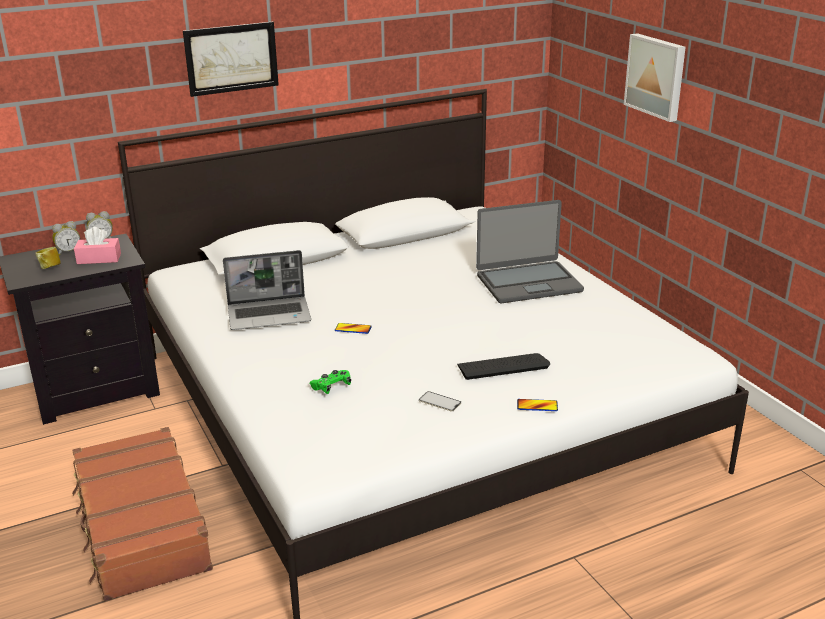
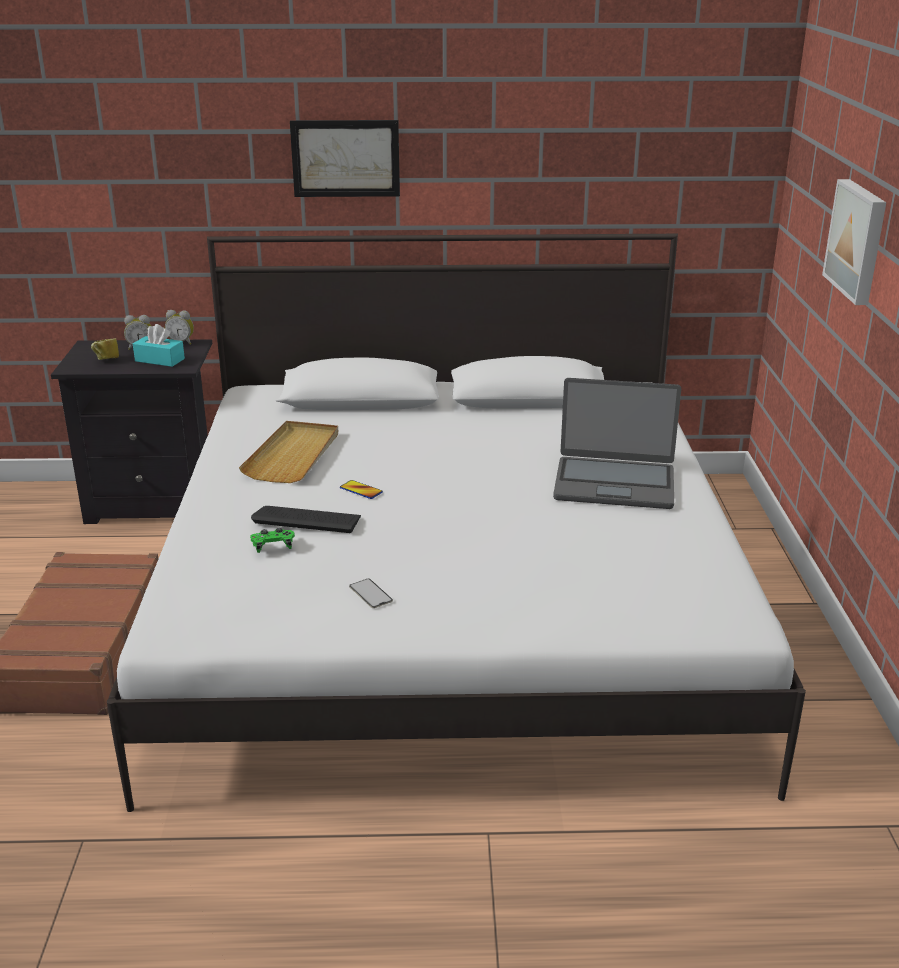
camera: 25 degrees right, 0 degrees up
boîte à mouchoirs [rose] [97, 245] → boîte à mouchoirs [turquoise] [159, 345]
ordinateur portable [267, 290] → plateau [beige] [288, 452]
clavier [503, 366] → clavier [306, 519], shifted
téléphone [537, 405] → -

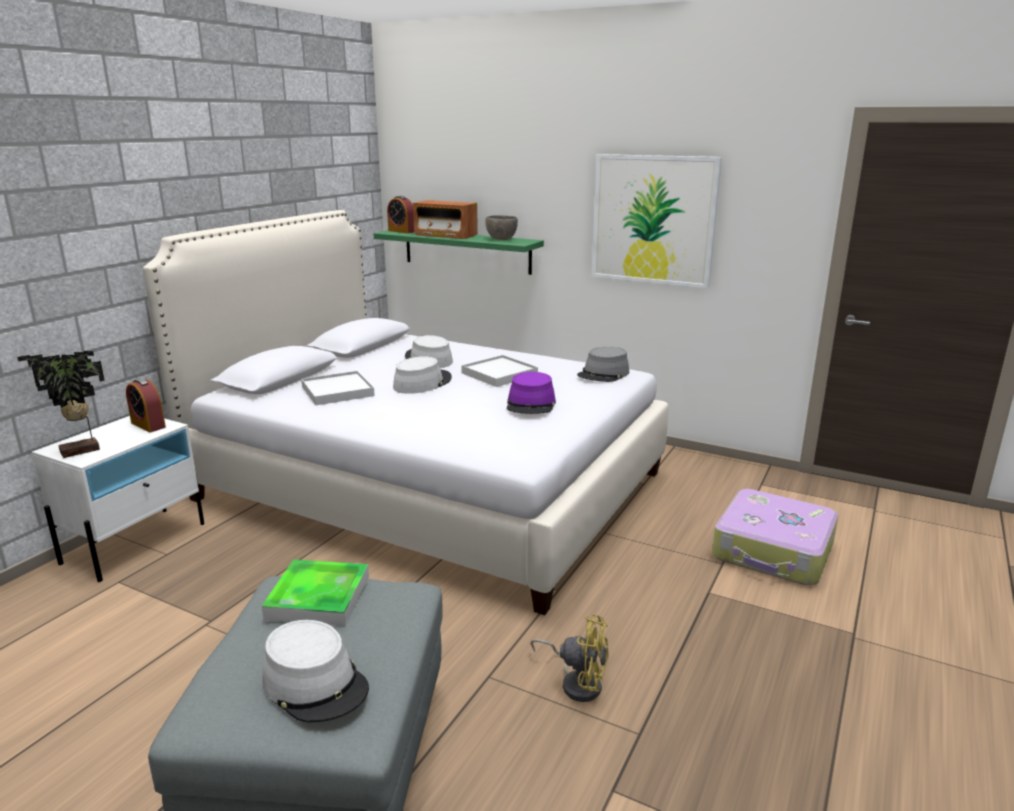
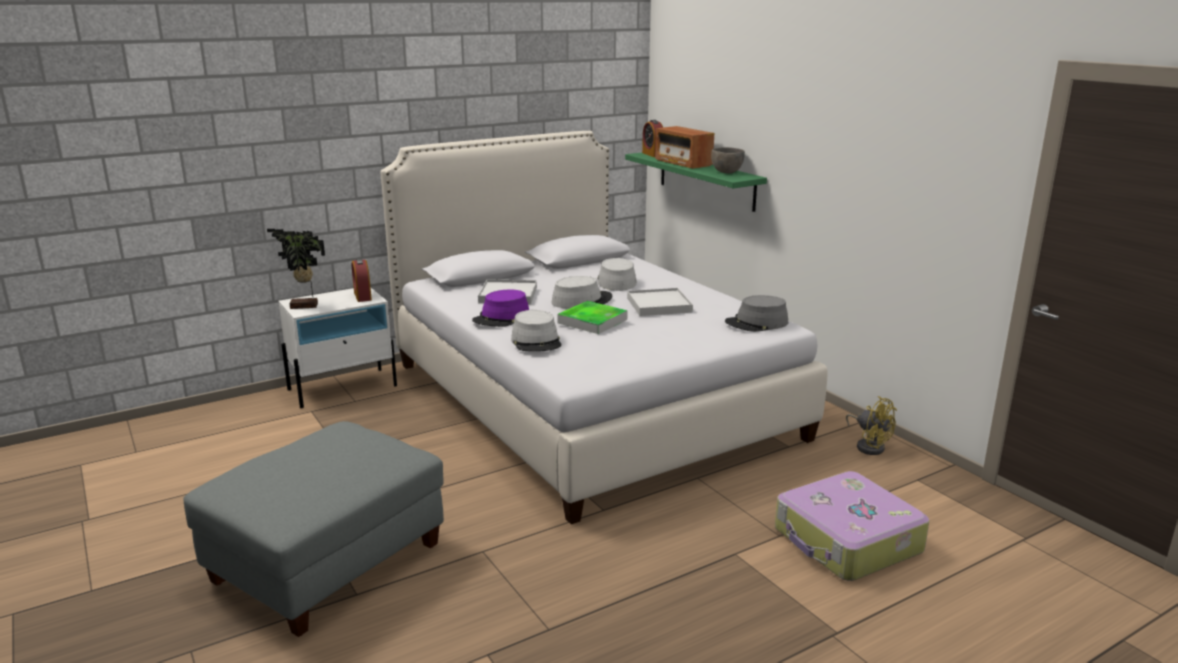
camera: 30 degrees right, 0 degrees up
chapeau [violet] [531, 393] → chapeau [violet] [500, 308], shifted
chapeau [gris] [315, 671] → chapeau [gris] [536, 331], shifted
plateau [315, 593] → plateau [592, 317], shifted
ventilateur [jaune] [569, 658] → ventilateur [jaune] [871, 425], shifted
tableau [657, 221] → -

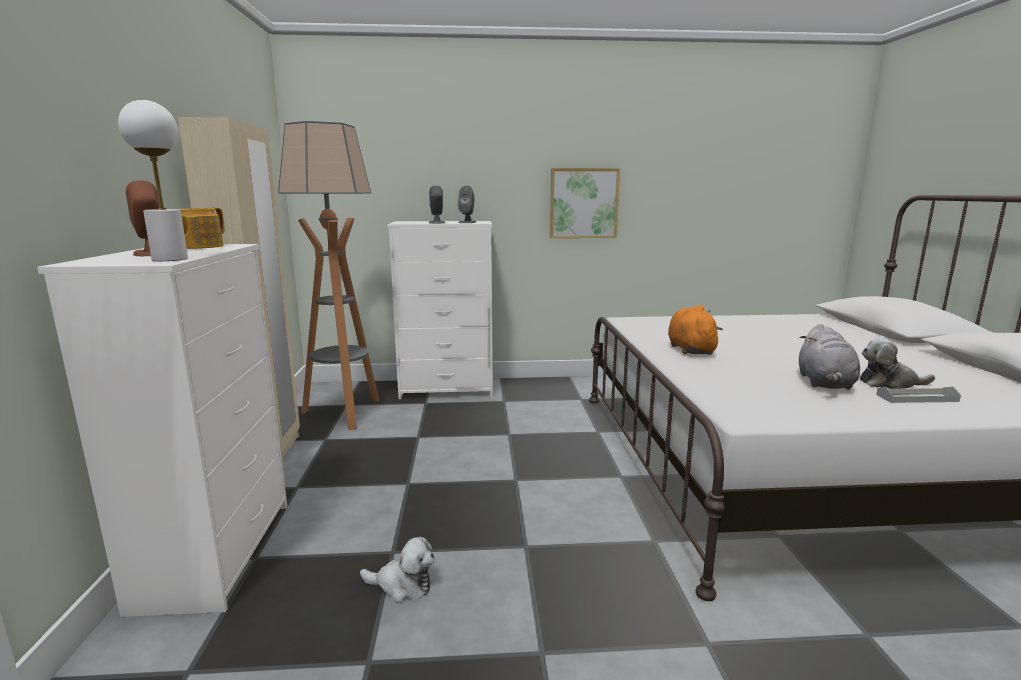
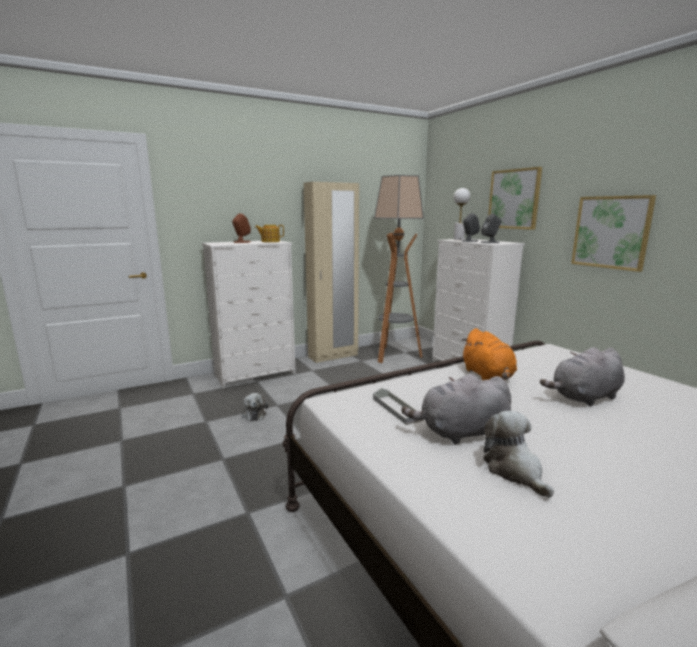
camera: 65 degrees right, 0 degrees up
plateau [gris] [918, 394] → plateau [gris] [398, 406], shifted
lampe de table [blanc] [153, 180] → lampe de table [blanc] [462, 214], shifted
peluche [orange] [695, 330] → peluche [orange] [489, 354], 105 degrees clockwise
- → tableau [515, 198]
- → peluche [gris] [582, 376]

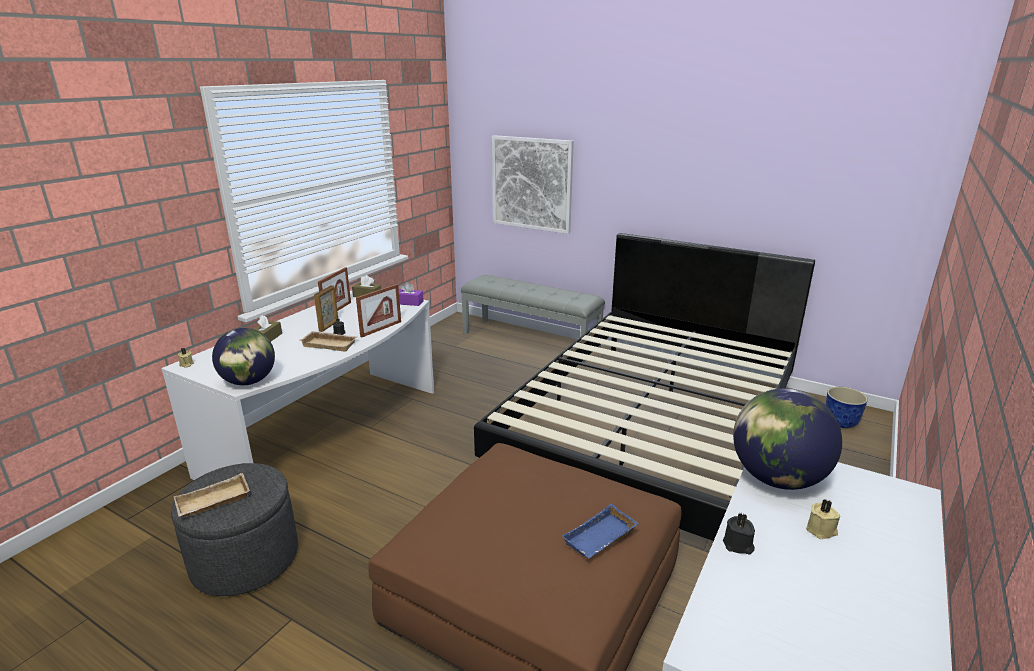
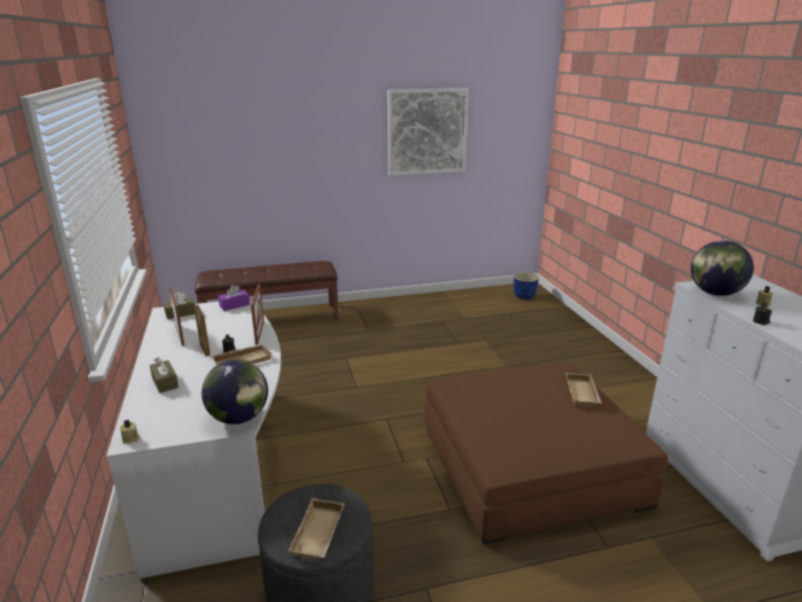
camera: 45 degrees left, 0 degrees up
banc [gris] [532, 319] → banc [marron] [267, 290]
tableau [533, 184] → tableau [428, 132], shifted
plateau [bleu] [600, 531] → plateau [beige] [583, 389]
lit [noir] [644, 388] → -

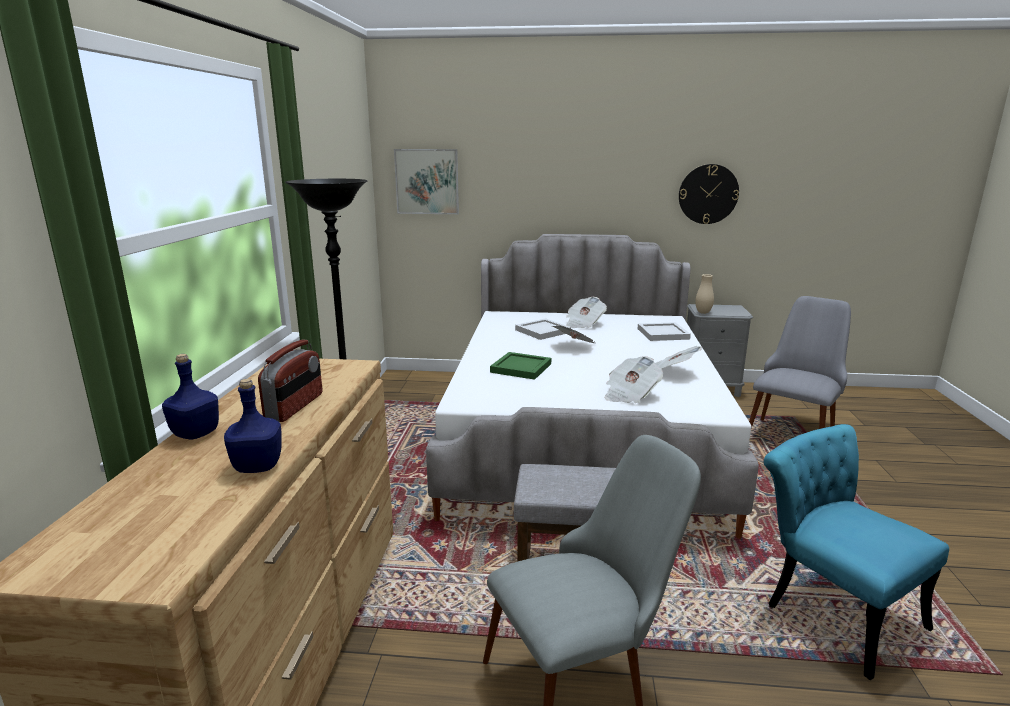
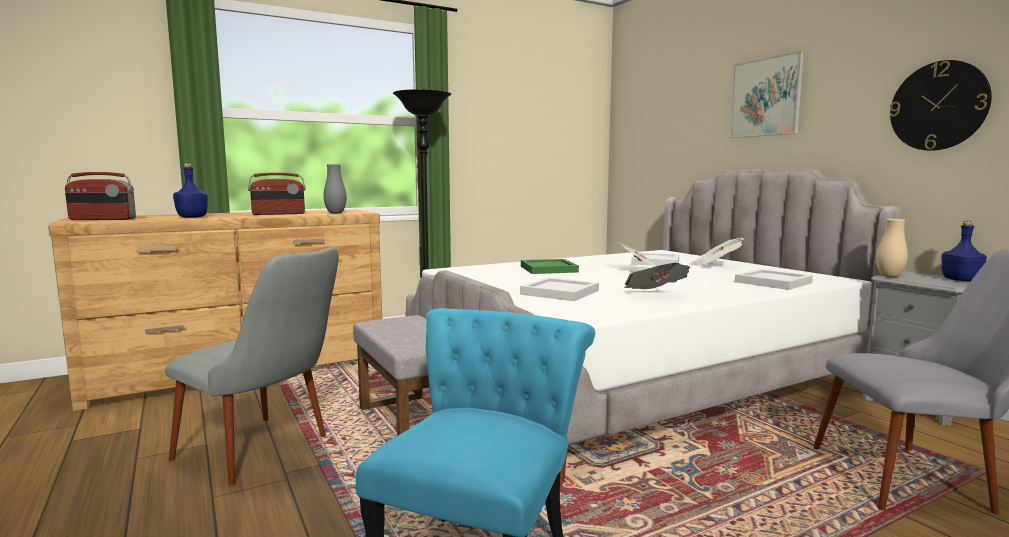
camera: 55 degrees right, 10 degrees down
- → radio [100, 196]
- → vase [gris] [335, 189]
journal [634, 379] → plateau [blanc] [559, 289]
tableau [426, 181] → tableau [766, 94], shifted
bouteille [bleu] [190, 396] → bouteille [bleu] [964, 251], shifted

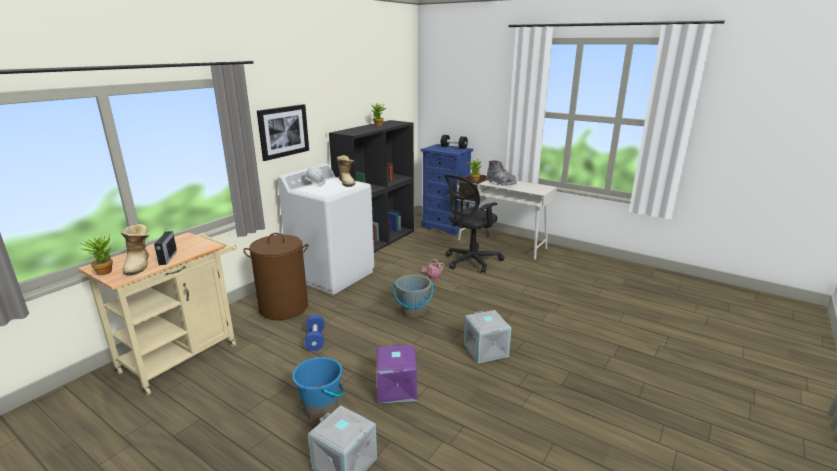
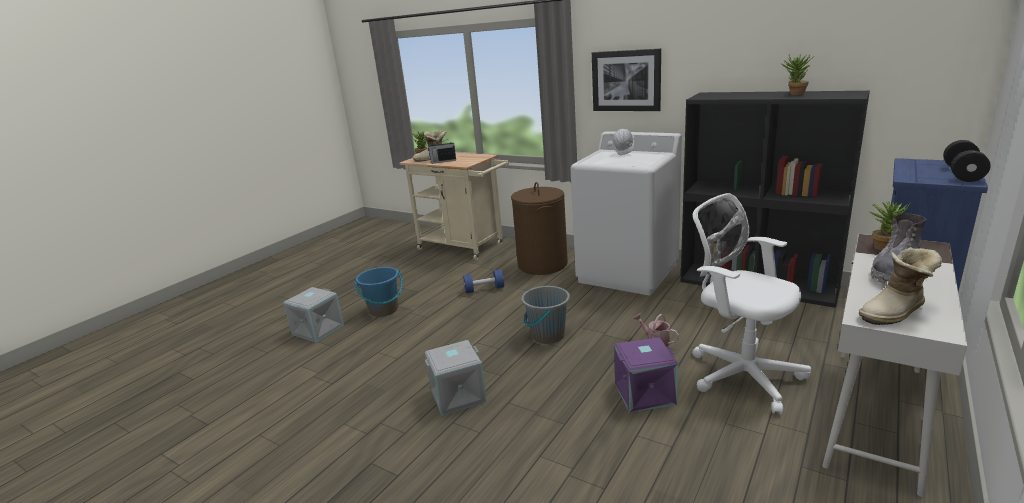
camera: 90 degrees right, 0 degrees up
boîte de rangement [violet] [397, 373] → boîte de rangement [violet] [646, 374], shifted
chaise de bureau [noir] [475, 223] → chaise de bureau [blanc] [751, 304]
botte [346, 171] → botte [900, 286], shifted

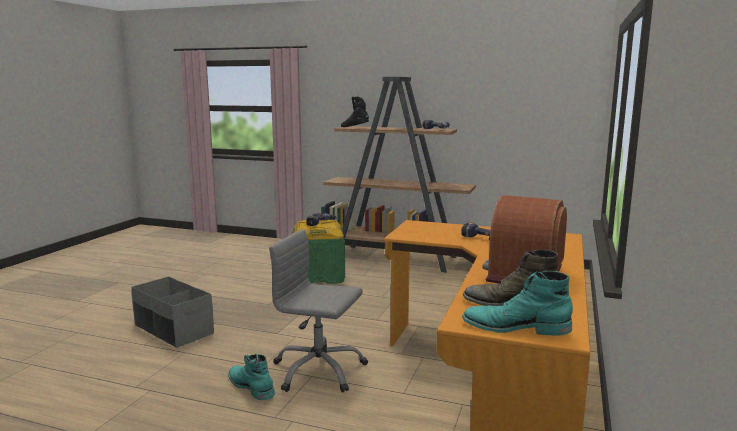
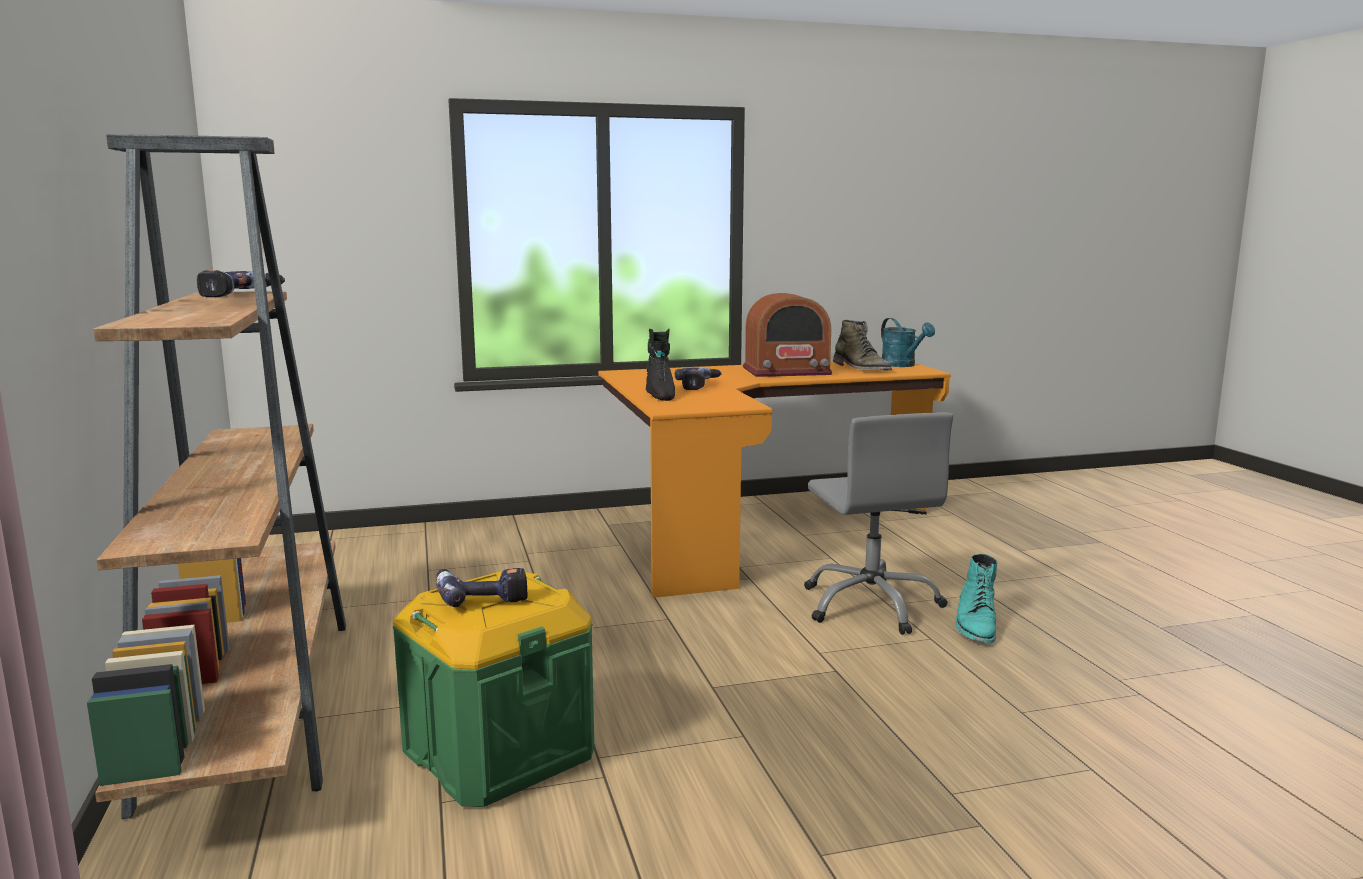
camera: 125 degrees left, 0 degrees up
botte [noir] [355, 112] → botte [noir] [660, 365], shifted
botte [turquoise] [517, 303] → arrosoir [turquoise] [908, 342]
boîte de rangement [gris] [172, 312] → -

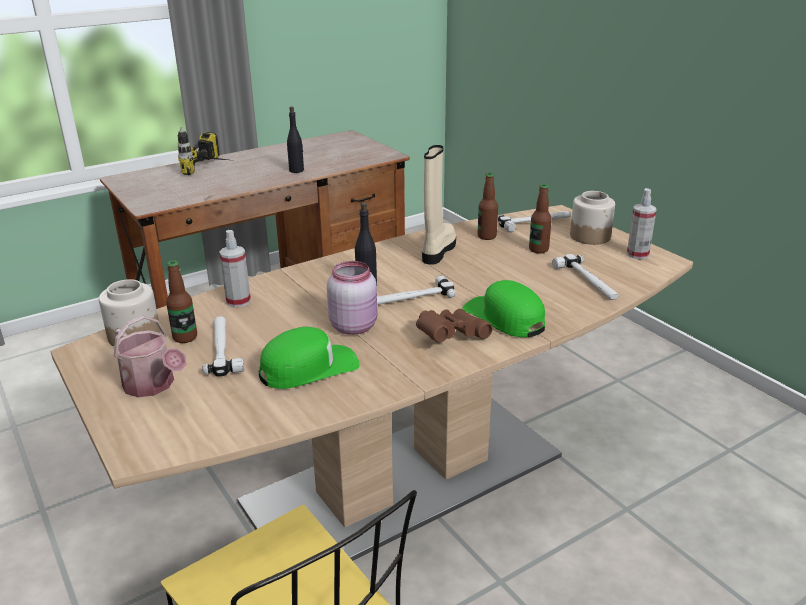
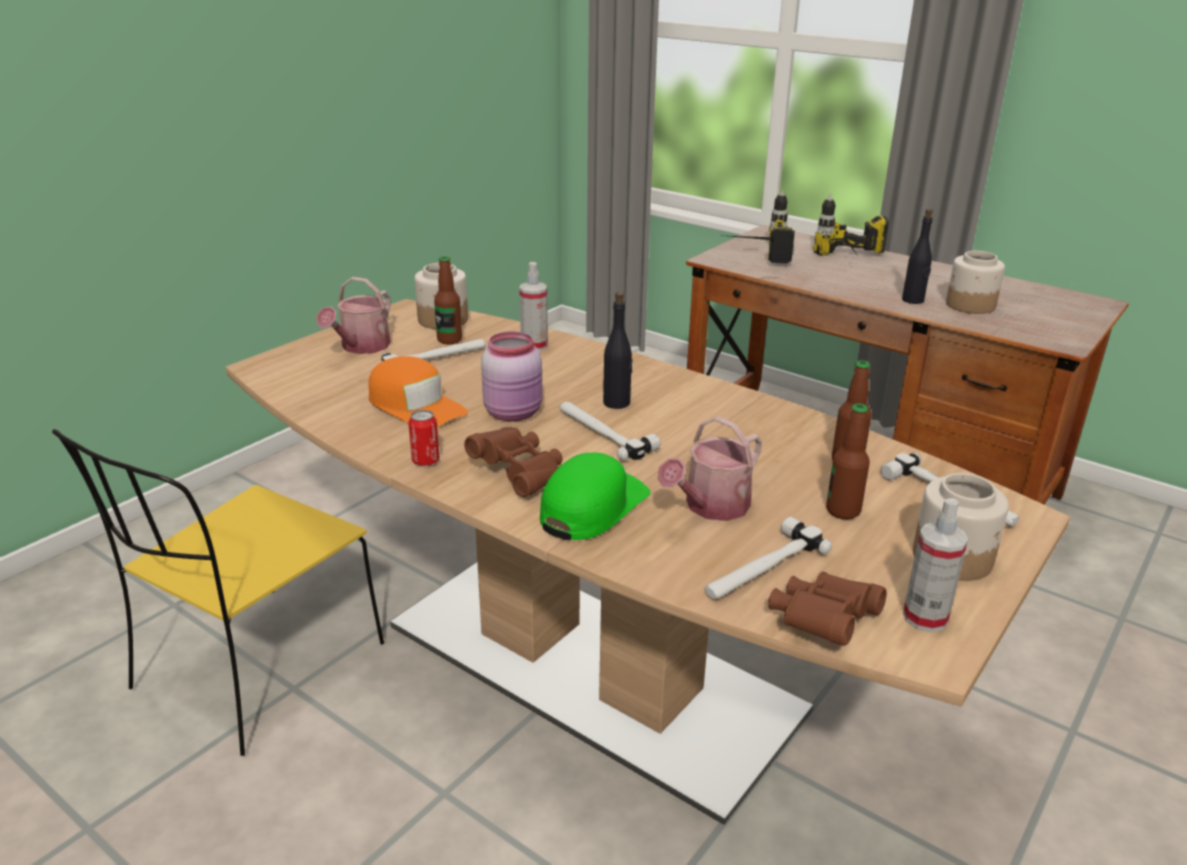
camera: 70 degrees right, 0 degrees up
casquette [vert] [309, 358] → casquette [orange] [418, 391]
- → boîte métallique [424, 438]
- → arrosoir [709, 468]
- → perceuse [756, 226]
- → jumelles [marron] [827, 608]
- → bocal [975, 282]
botte [beige] [439, 205] → -

